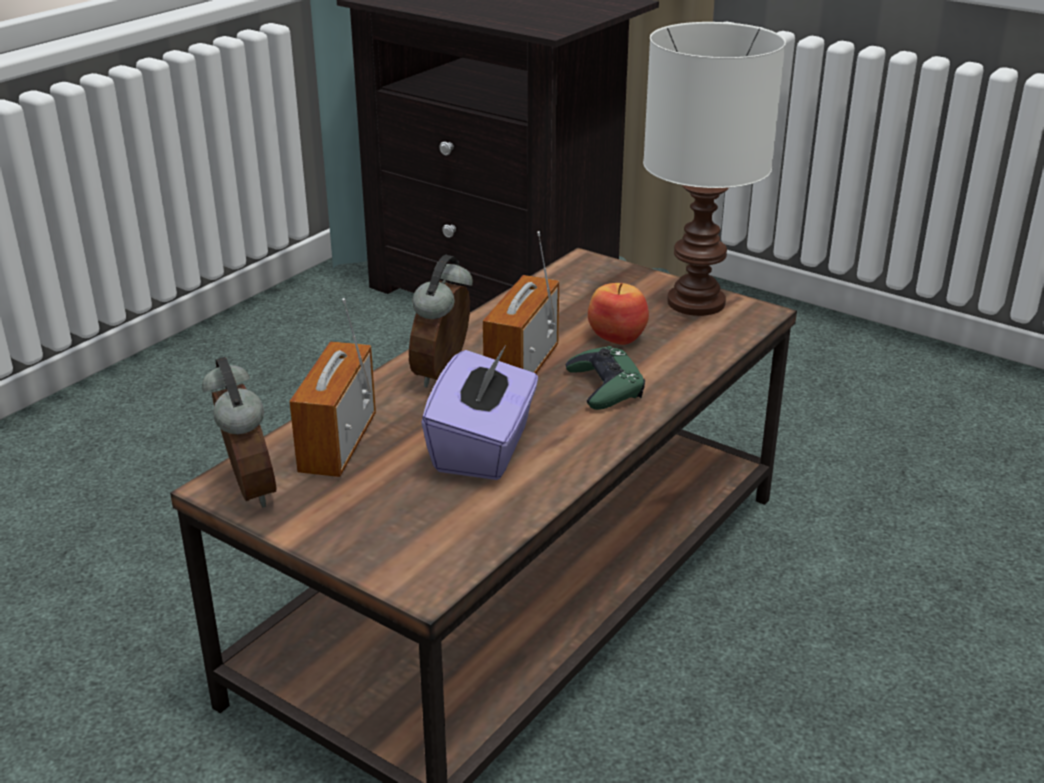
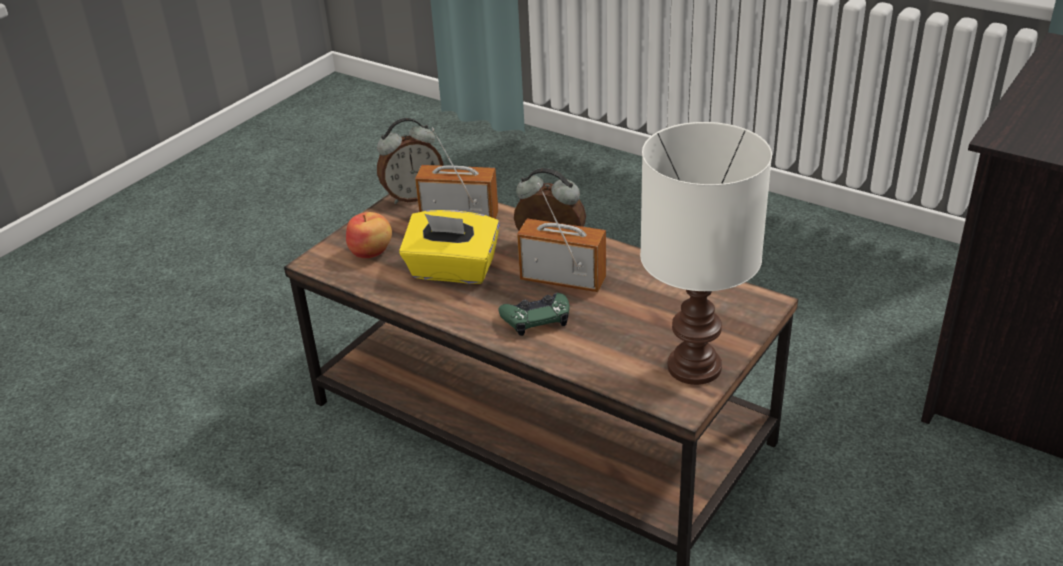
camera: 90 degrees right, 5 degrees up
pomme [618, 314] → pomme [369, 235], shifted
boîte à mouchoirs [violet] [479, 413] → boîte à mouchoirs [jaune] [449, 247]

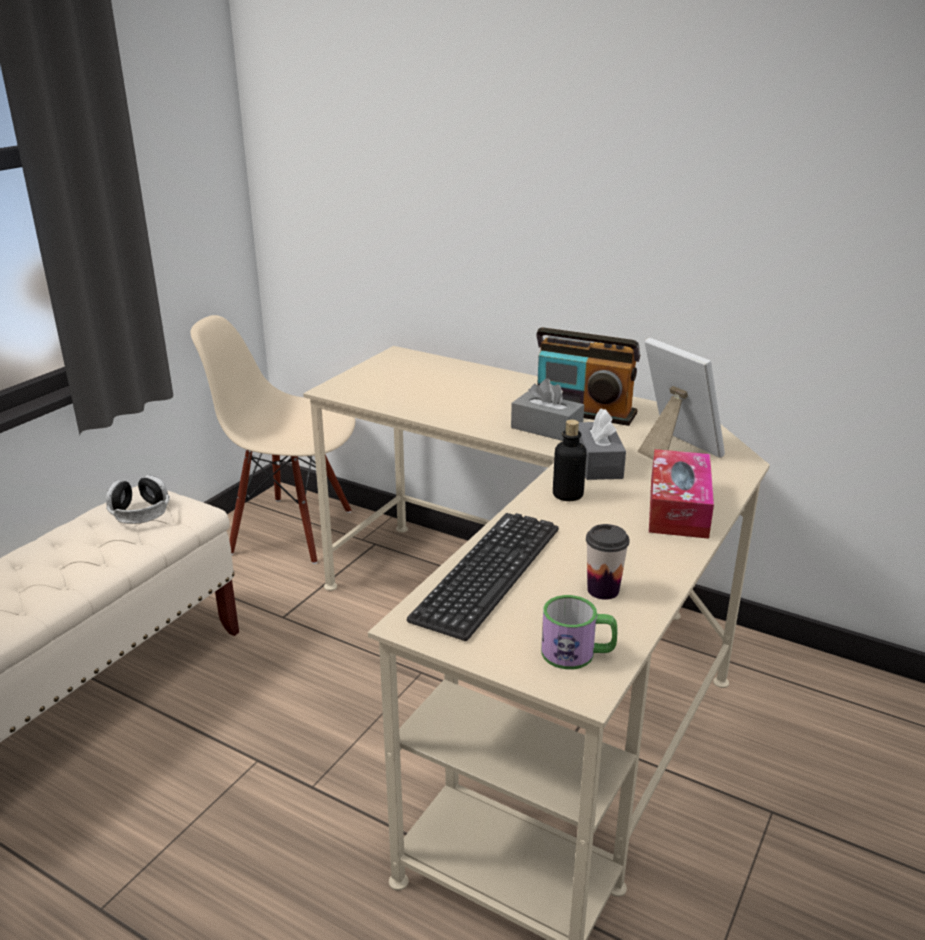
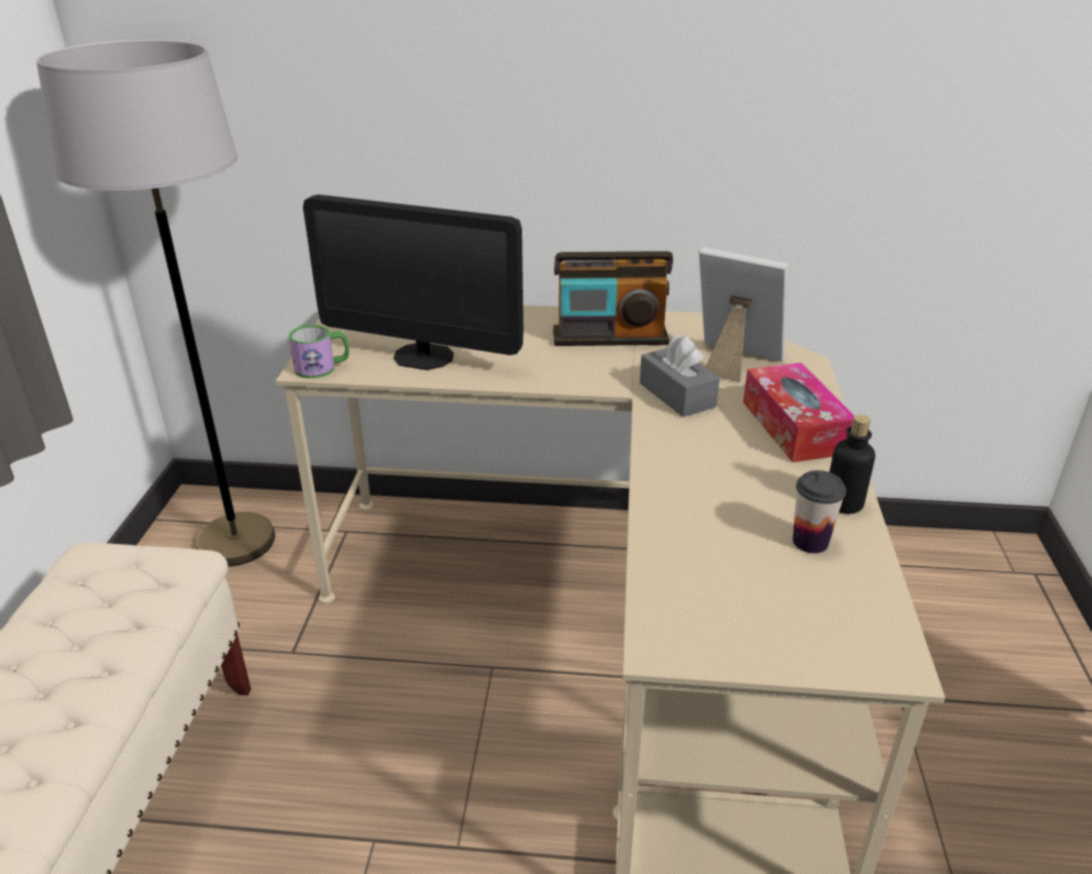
camera: 25 degrees left, 5 degrees up
chaise [beige] [272, 439] → lampadaire [gris] [155, 302]
mug [579, 632] → mug [319, 351], shifted
- → écran d'ordinateur [413, 282]
bouteille [569, 460] → bouteille [852, 464], shifted
casque audio [138, 499] → -
clavier [483, 577] → -
boîte à mouchoirs [gris] [547, 409] → -

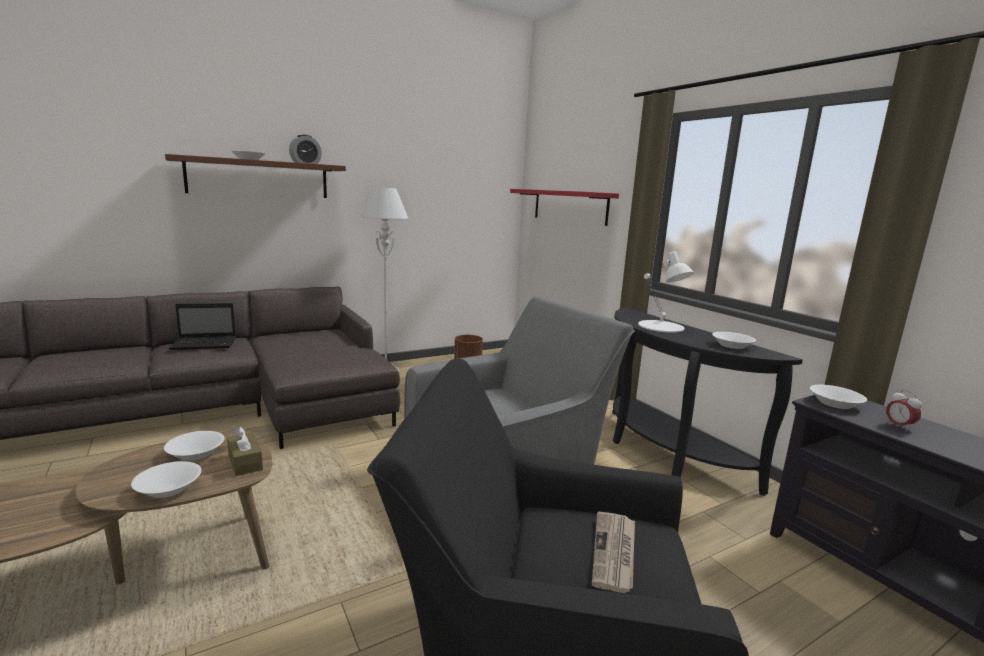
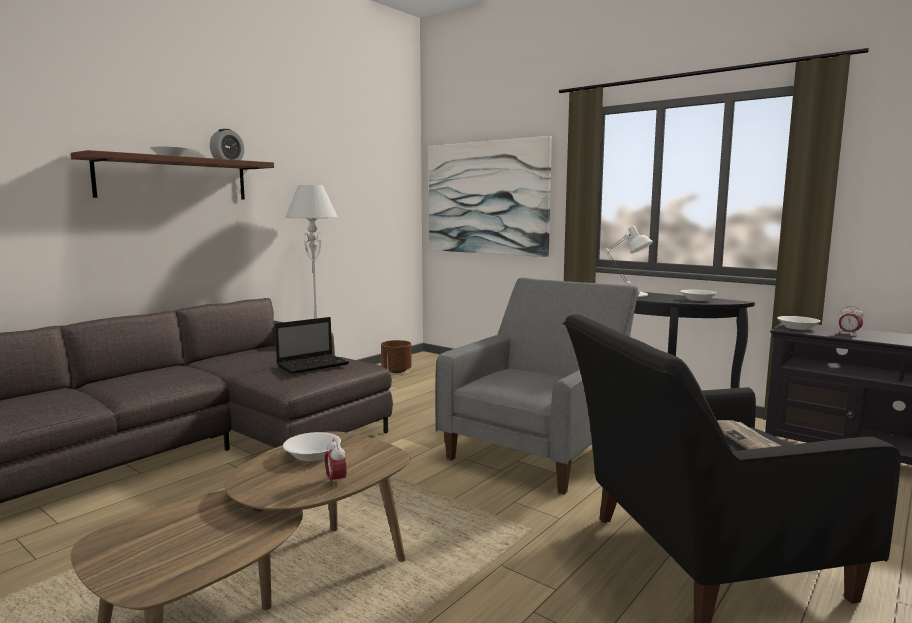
camera: 20 degrees left, 5 degrees down
ordinateur portable [202, 326] → ordinateur portable [312, 345], shifted
bol [blanc] [166, 479] → réveil [336, 462]
étagère [rouge] [564, 207] → tableau [490, 196]
boîte à mouchoirs [marron] [245, 451] → -

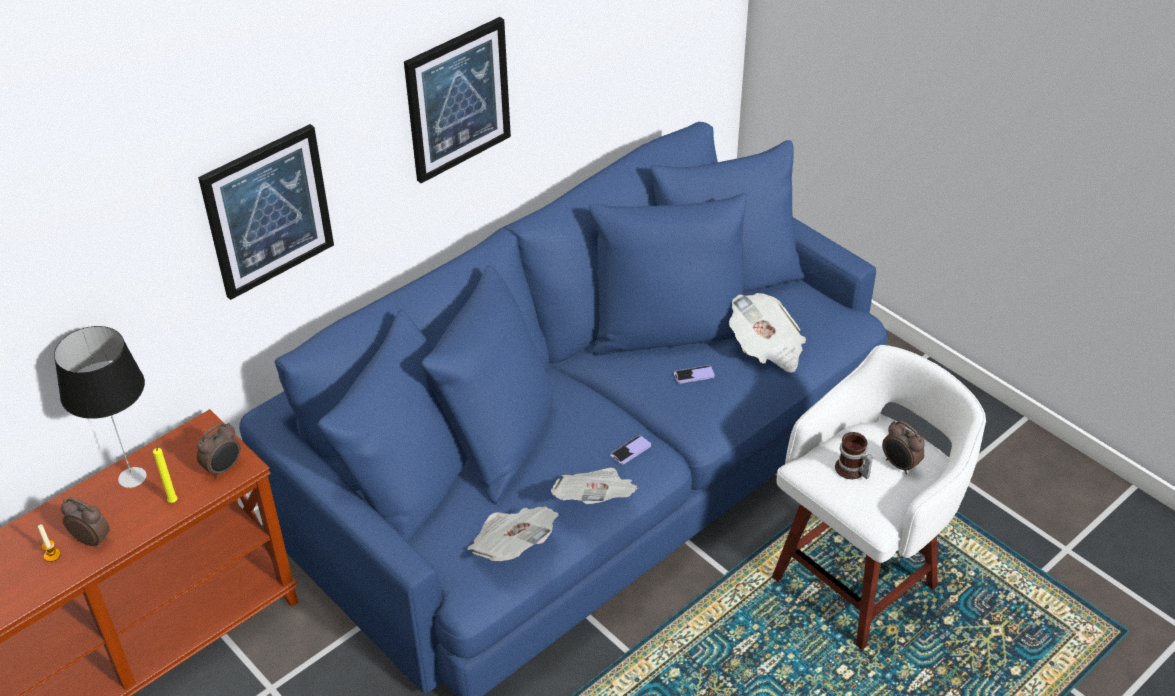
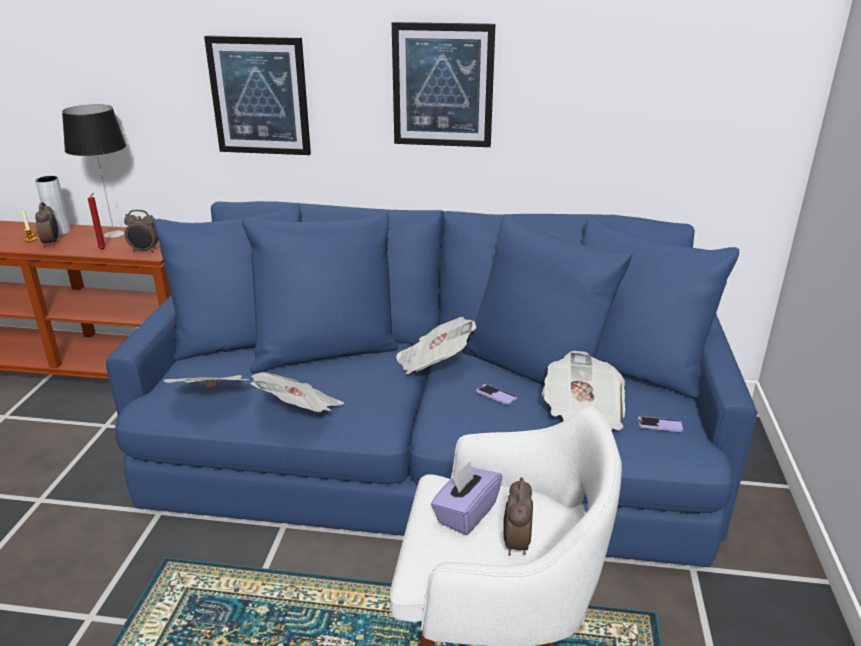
camera: 50 degrees right, 15 degrees down
- → vase [gris] [53, 206]
bougie [jaune] [165, 473] → bougie [rouge] [97, 221]
- → journal [436, 345]
mug [854, 455] → boîte à mouchoirs [violet] [466, 498]
téléphone [630, 450] → téléphone [660, 424], shifted

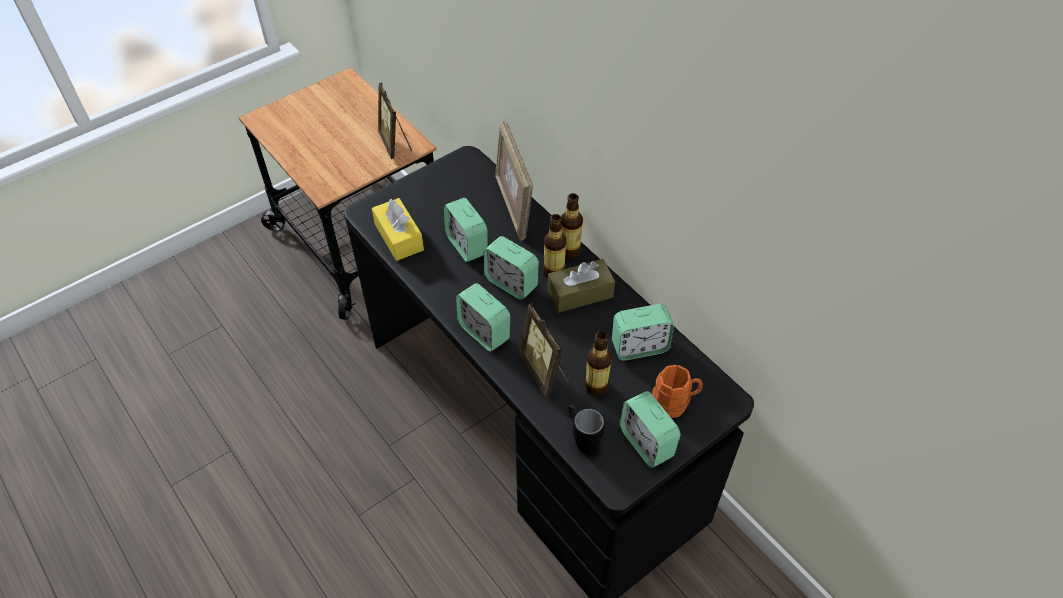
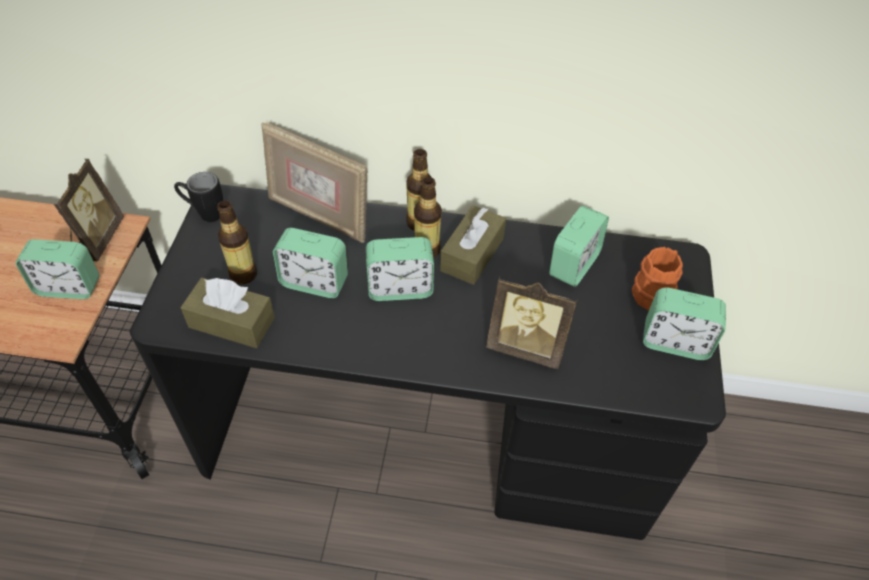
camera: 45 degrees left, 0 degrees up
réveil [483, 317] → réveil [57, 269], shifted
cadre photo [395, 120] → cadre photo [89, 210], 105 degrees counterclockwise
mug [noir] [586, 428] → mug [noir] [198, 197], shifted
boîte à mouchoirs [jaune] [398, 229] → boîte à mouchoirs [marron] [227, 313]
bouteille [598, 363] → bouteille [237, 242], shifted

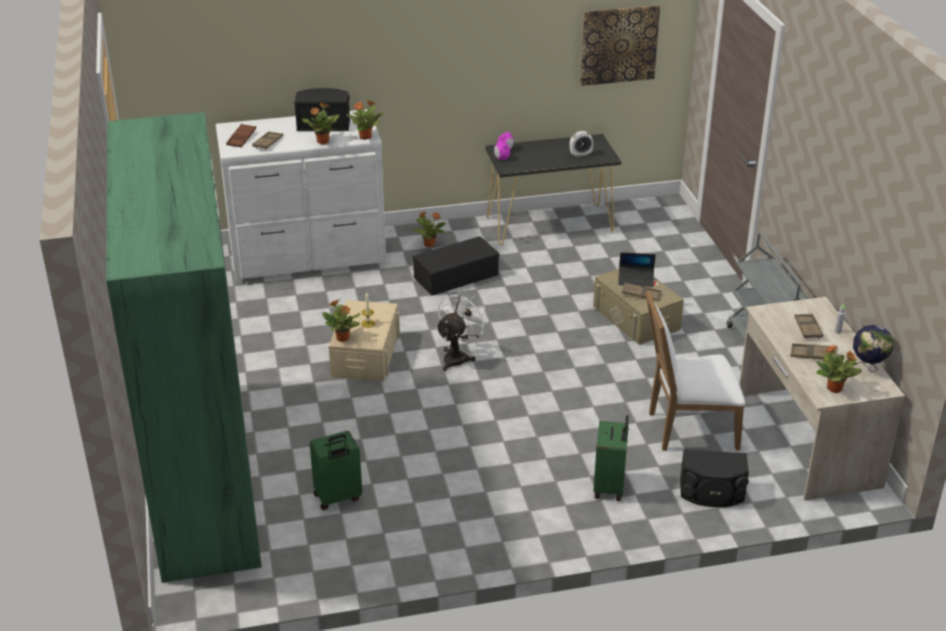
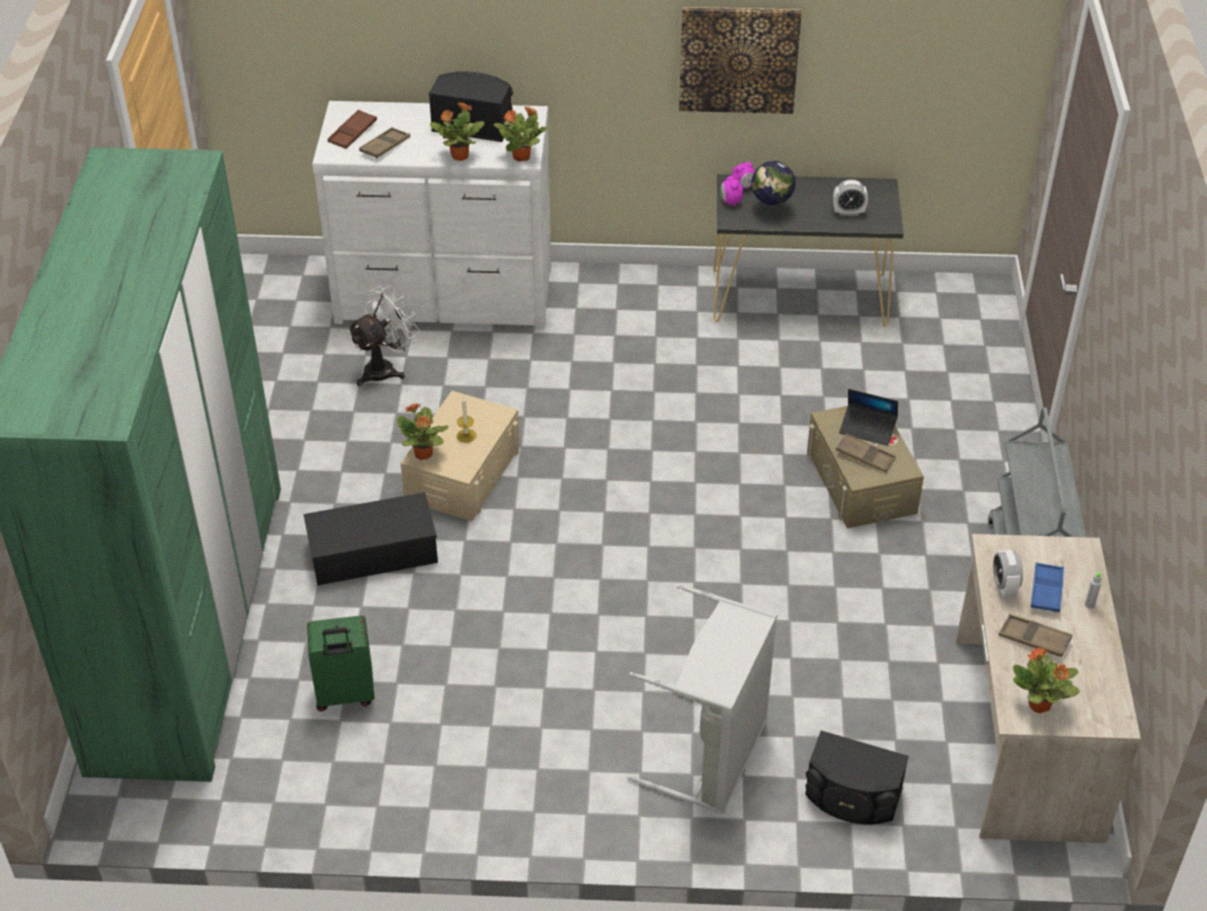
camera: 15 degrees right, 10 degrees up
boîte de rangement [noir] [456, 266] → boîte de rangement [noir] [371, 538], shifted
ventilateur [blanc] [462, 330] → ventilateur [blanc] [383, 335], shifted
valise [vert] [611, 458] → panier à linge [gris] [702, 699]
tableau [620, 45] → tableau [740, 60], shifted
globe [873, 349] → globe [773, 188], shifted
- → réveil [1008, 574]
plateau [marron] [808, 326] → plateau [bleu] [1047, 587]
plante en pot [429, 229] → -
chaise [blanc] [695, 370] → -

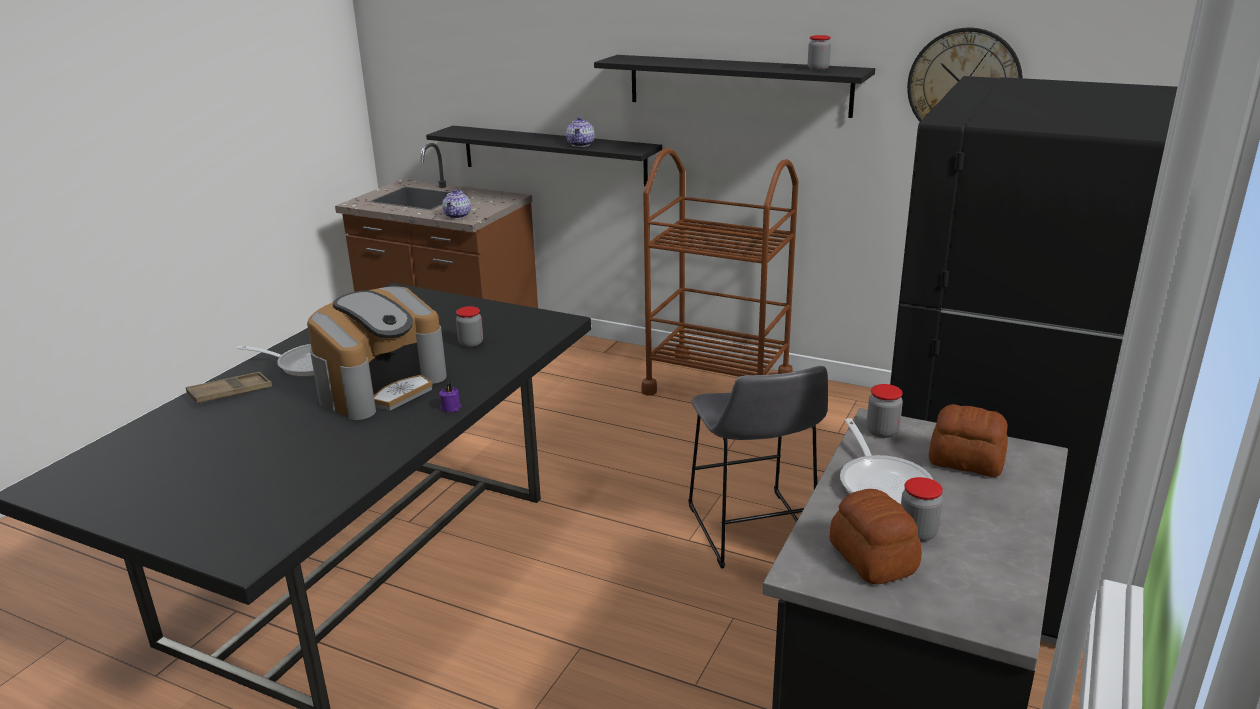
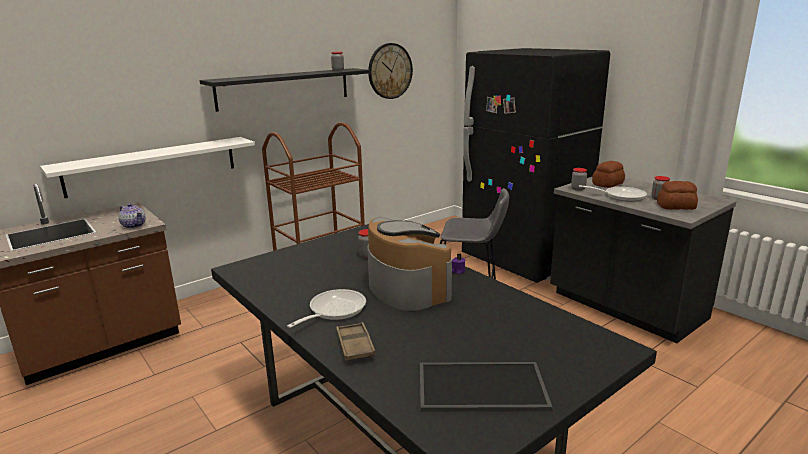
camera: 65 degrees left, 5 degrees down
étagère [noir] [544, 156] → étagère [blanc] [147, 167]
- → plateau [486, 387]
théière [580, 132] → -

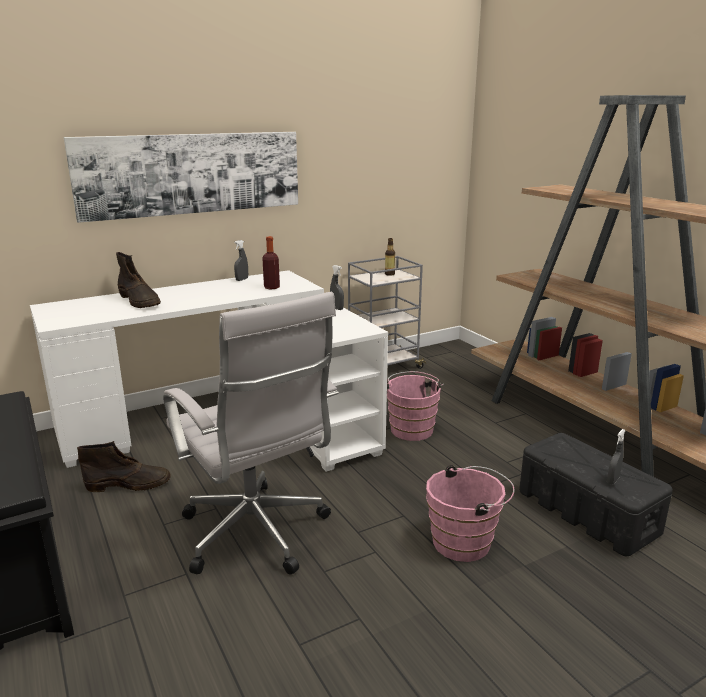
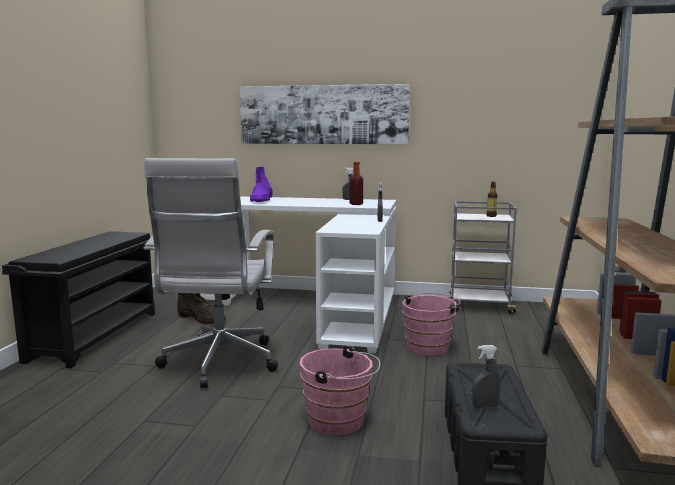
camera: 40 degrees right, 10 degrees down
botte [marron] [138, 280] → botte [violet] [261, 184]

